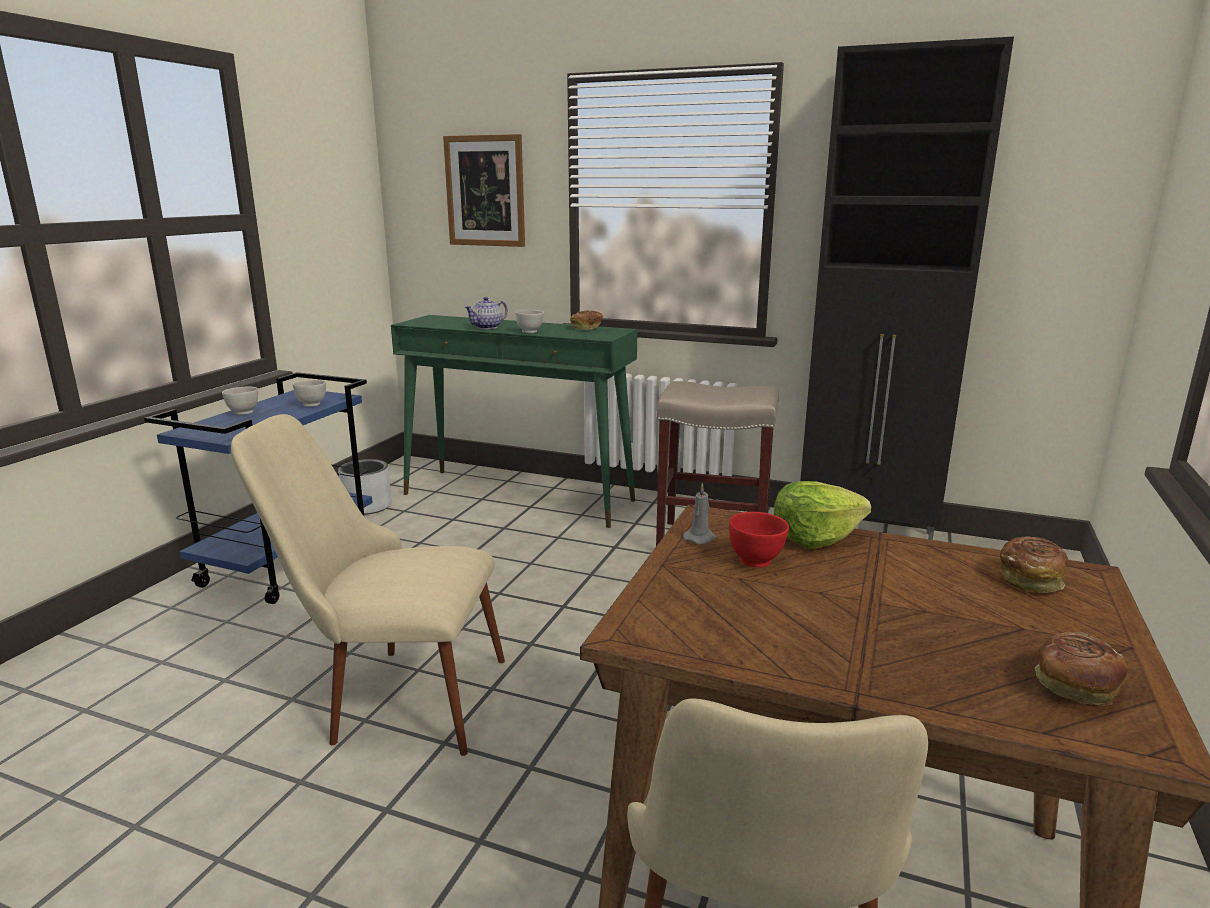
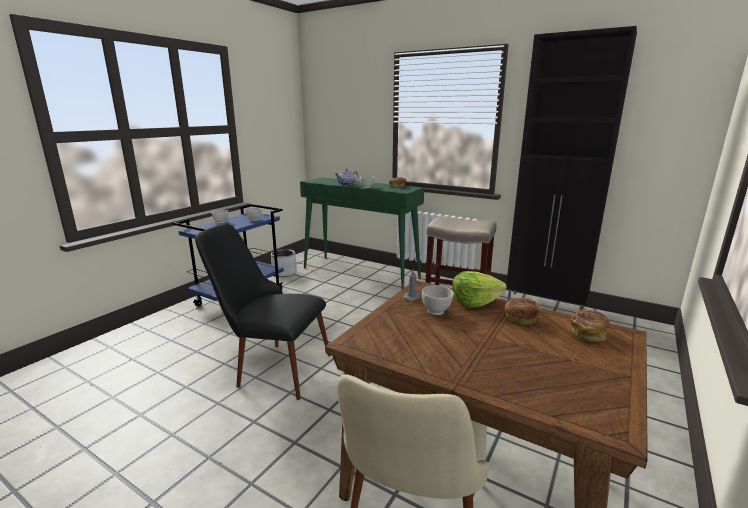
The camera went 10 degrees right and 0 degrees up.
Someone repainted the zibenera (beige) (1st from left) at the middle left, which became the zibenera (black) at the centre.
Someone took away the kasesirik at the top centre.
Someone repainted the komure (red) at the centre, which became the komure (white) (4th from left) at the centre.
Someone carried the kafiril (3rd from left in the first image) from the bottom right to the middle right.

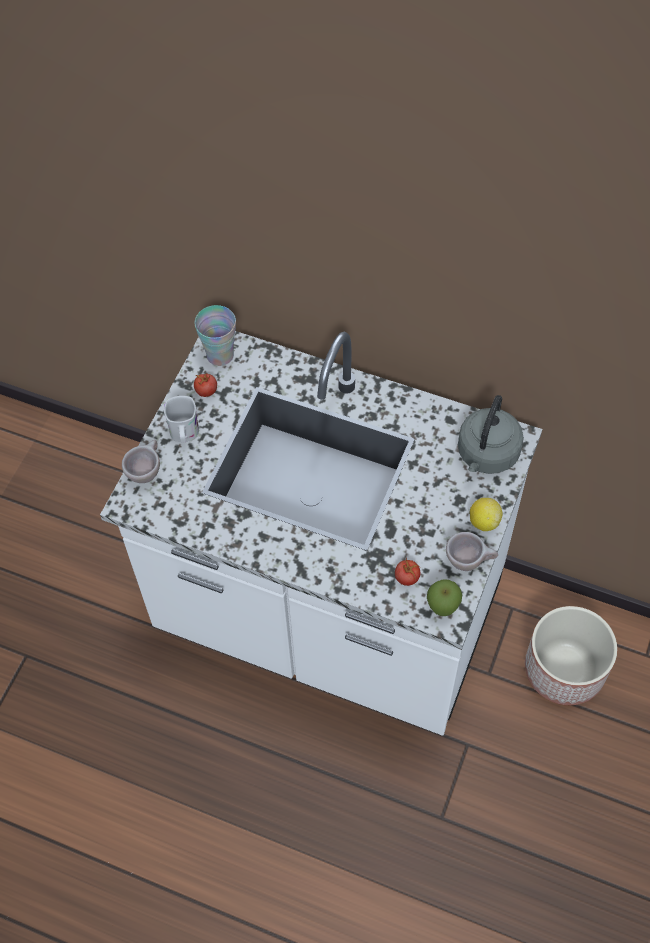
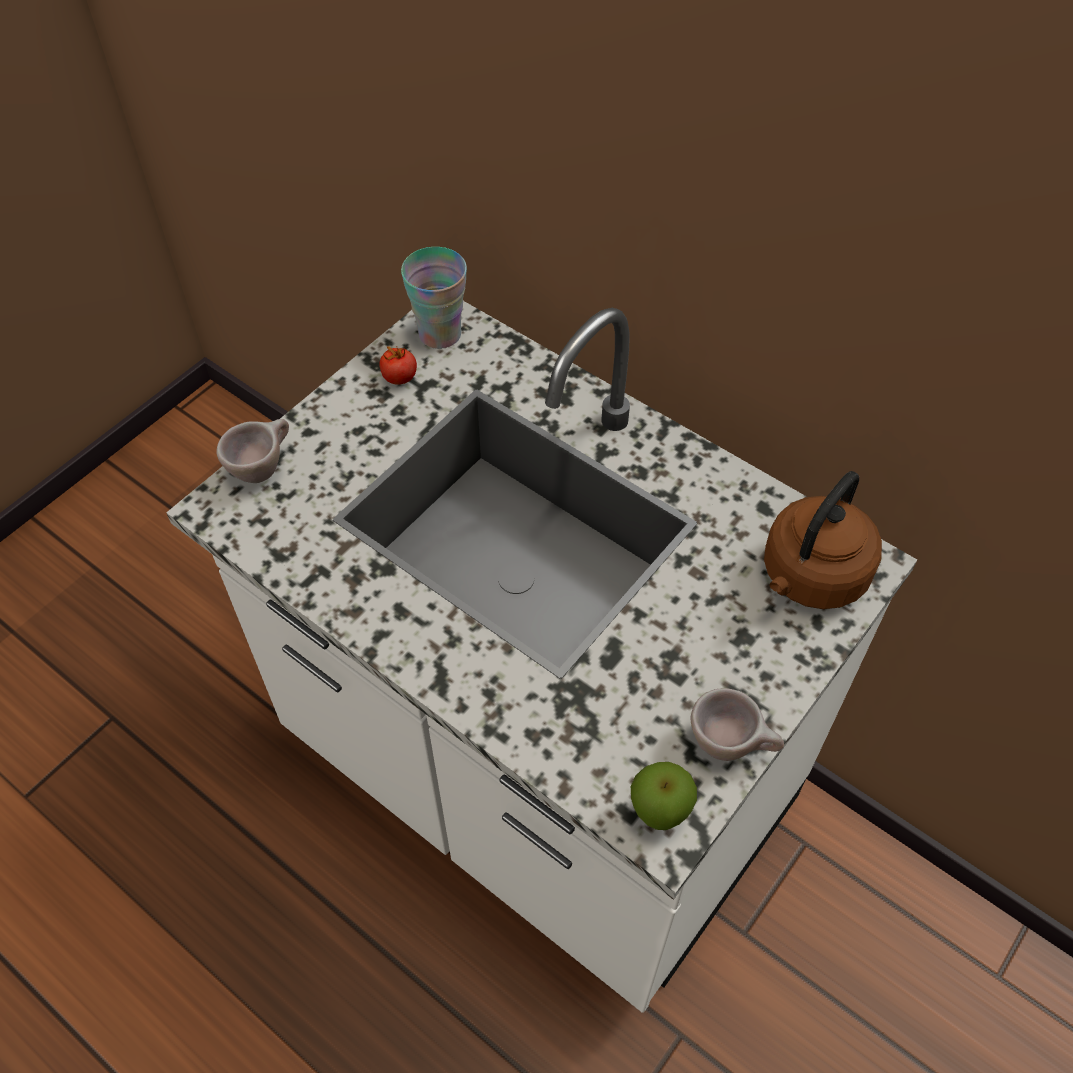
The camera went 15 degrees right and 5 degrees down.
Someone took away the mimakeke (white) at the middle left.
Someone took away the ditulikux (2nd from left) at the centre.
Someone repainted the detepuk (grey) at the middle right, which became the detepuk (brown) at the middle right.
Someone took away the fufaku at the middle right.
Someone took away the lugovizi at the bottom right.

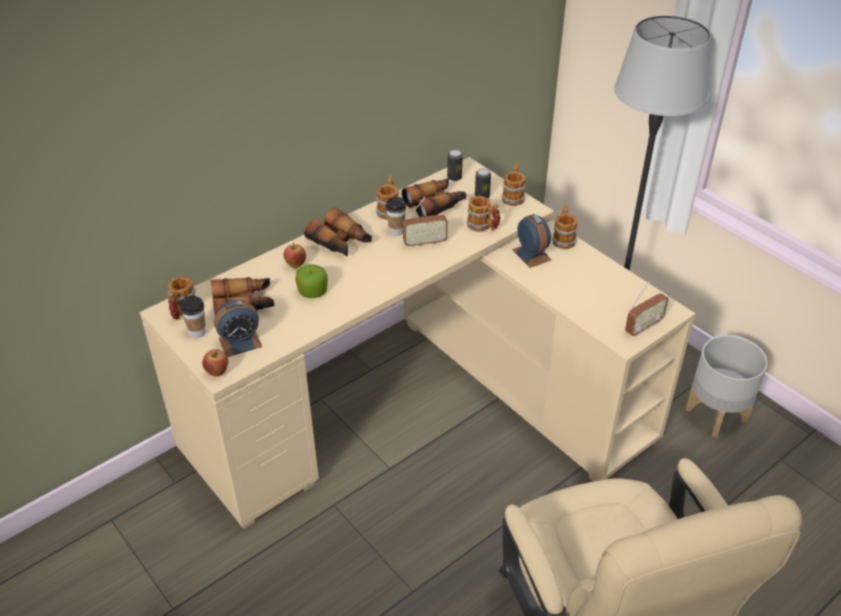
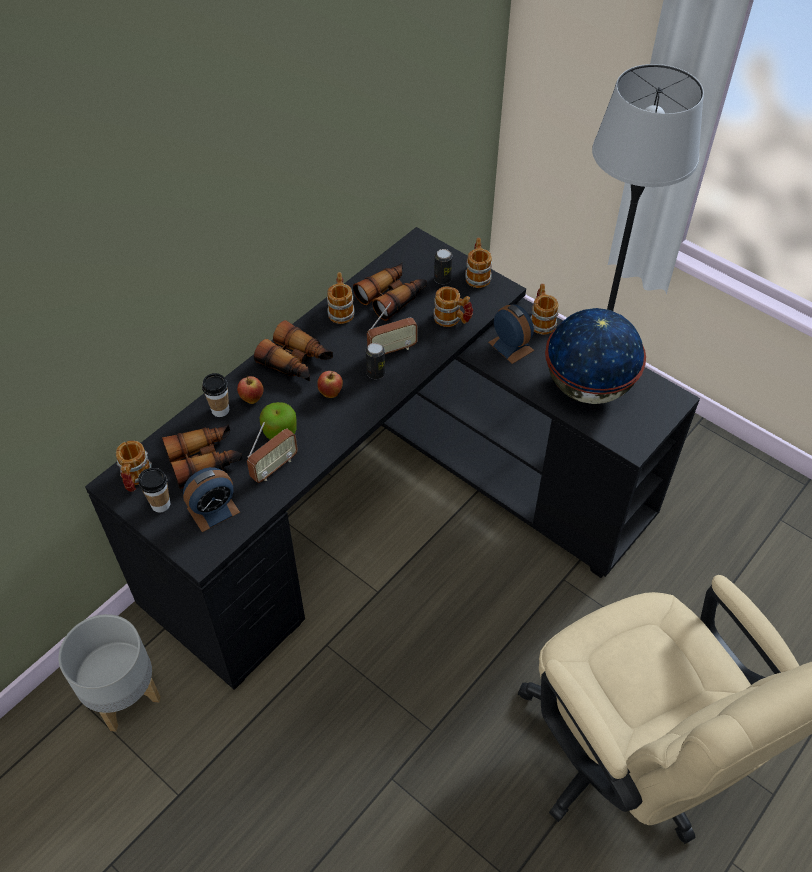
The camera went 10 degrees left and 10 degrees up.
Someone repainted the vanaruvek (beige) at the centre, which became the vanaruvek (black) at the centre.
Someone carried the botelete (1st from left in the first image) from the middle left to the centre.
Someone carried the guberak (2nd from left) from the centre to the middle left.
Someone carried the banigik (1st from left) from the top centre to the centre.
Someone carried the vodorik (2nd from left in the first image) from the middle right to the centre.
Someone carried the lugovizi (grey) from the middle right to the bottom left.
Someone put down the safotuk at the middle right.

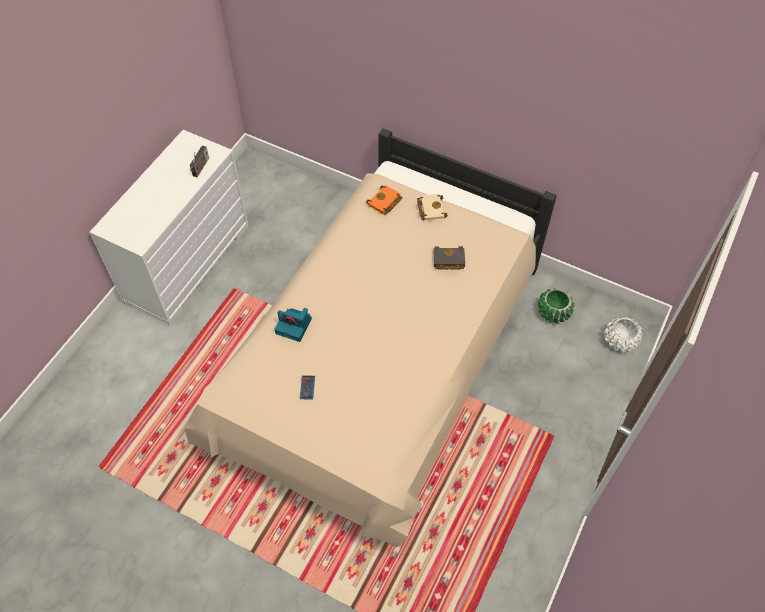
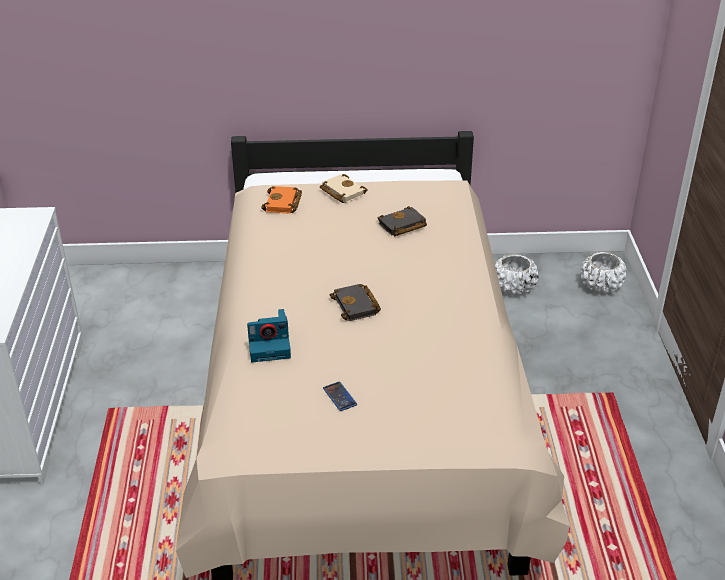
The camera went 30 degrees left and 20 degrees down.
Someone took away the vodorik at the top left.
Someone repainted the lugovizi (green) at the middle right, which became the lugovizi (white) (1st from left) at the middle right.
Someone put down the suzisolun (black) (1st from left) at the centre.

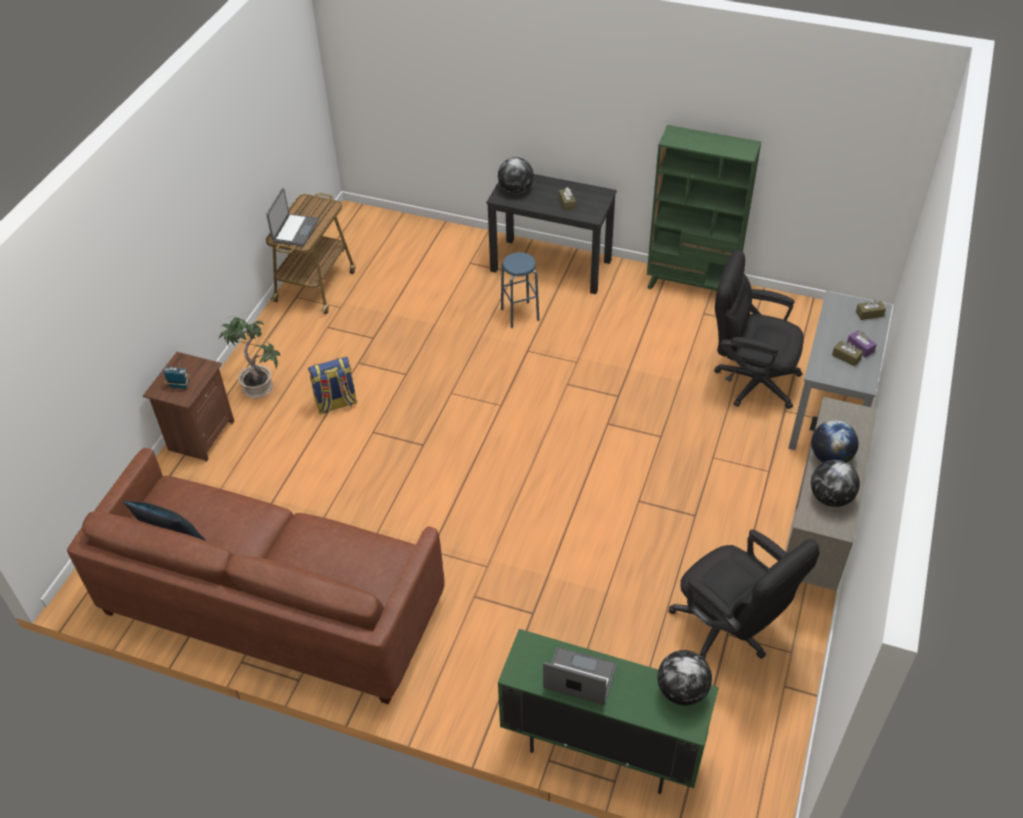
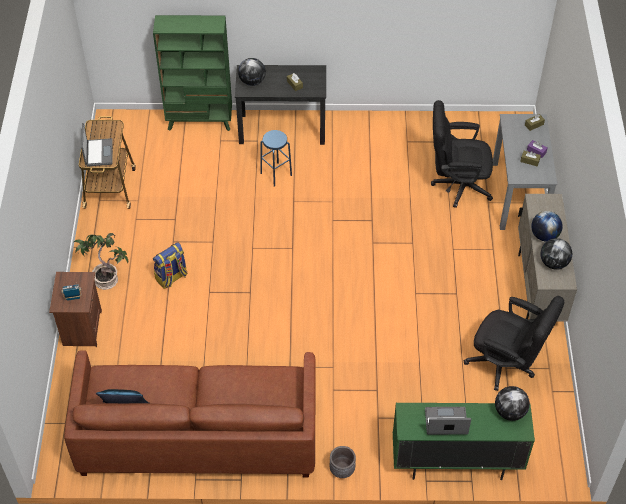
The camera went 20 degrees left and 5 degrees up.
Someone carried the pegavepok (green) from the top right to the top left.
Someone put down the lugovizi (grey) at the bottom centre.

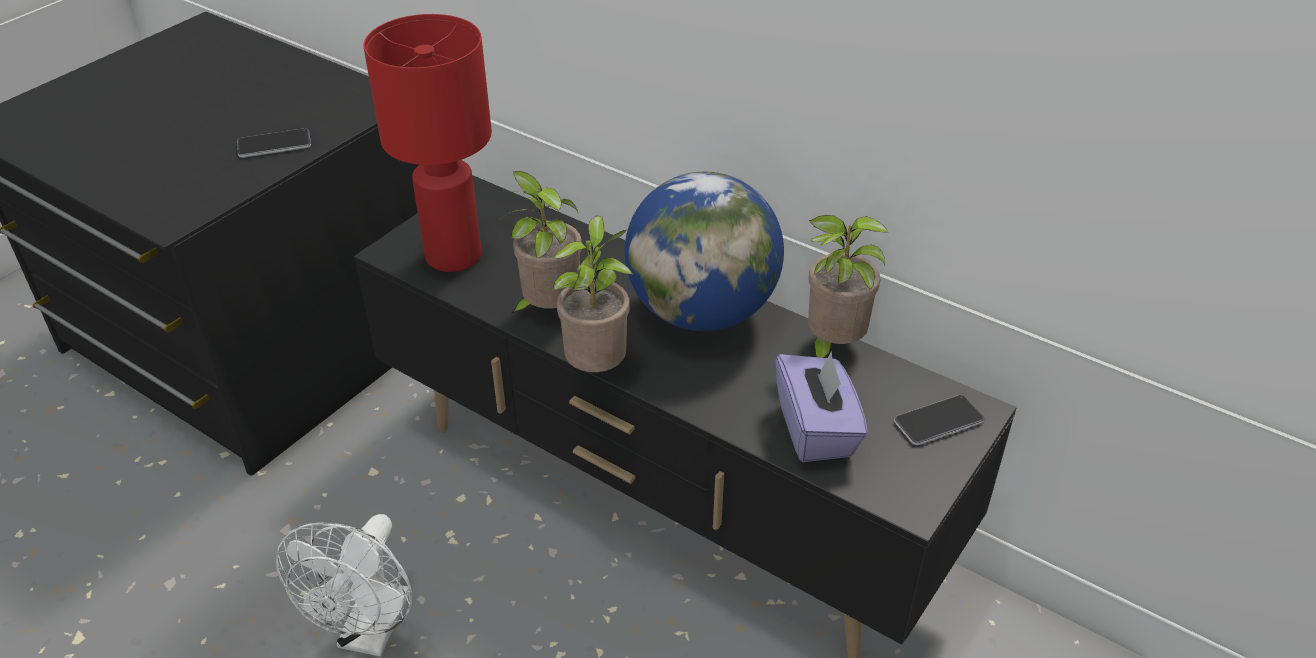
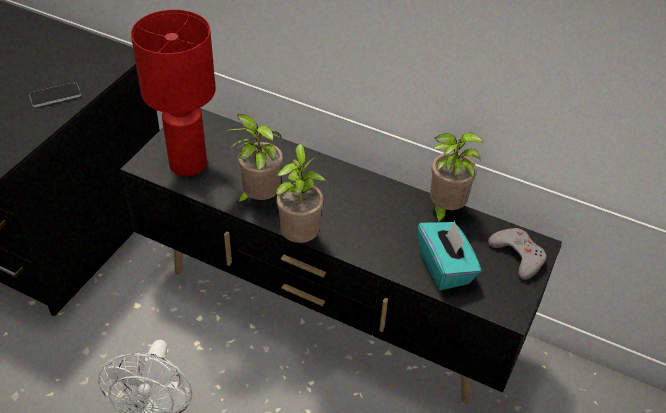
The camera went 10 degrees left and 5 degrees up.
Someone took away the safotuk at the centre.
Someone repainted the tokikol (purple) at the centre, which became the tokikol (turquoise) at the middle right.
Someone swapped the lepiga (2nd from left) at the middle right for the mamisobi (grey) at the middle right.

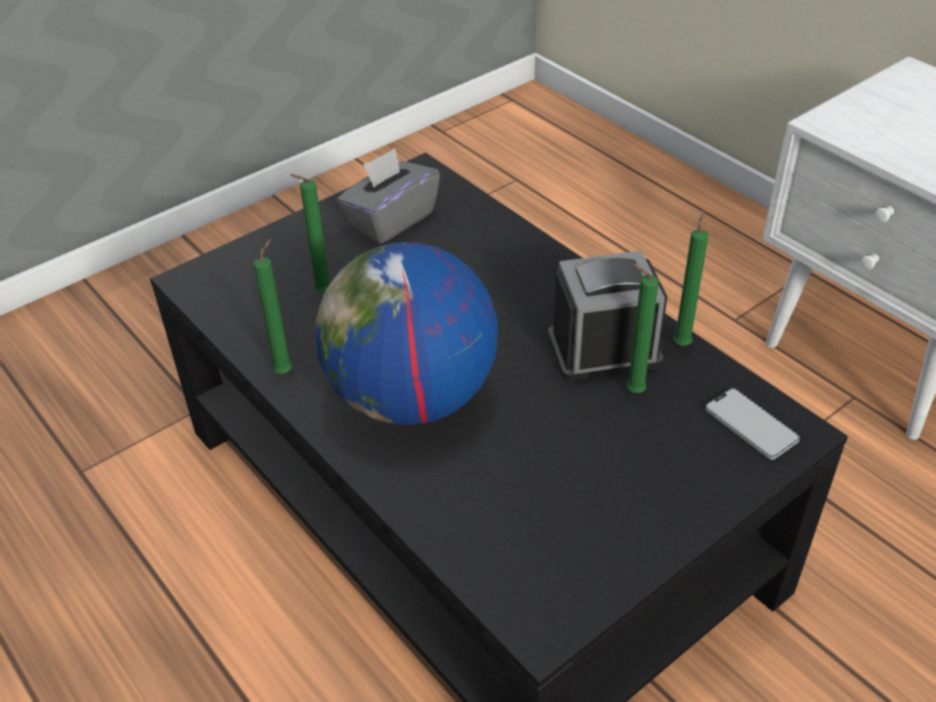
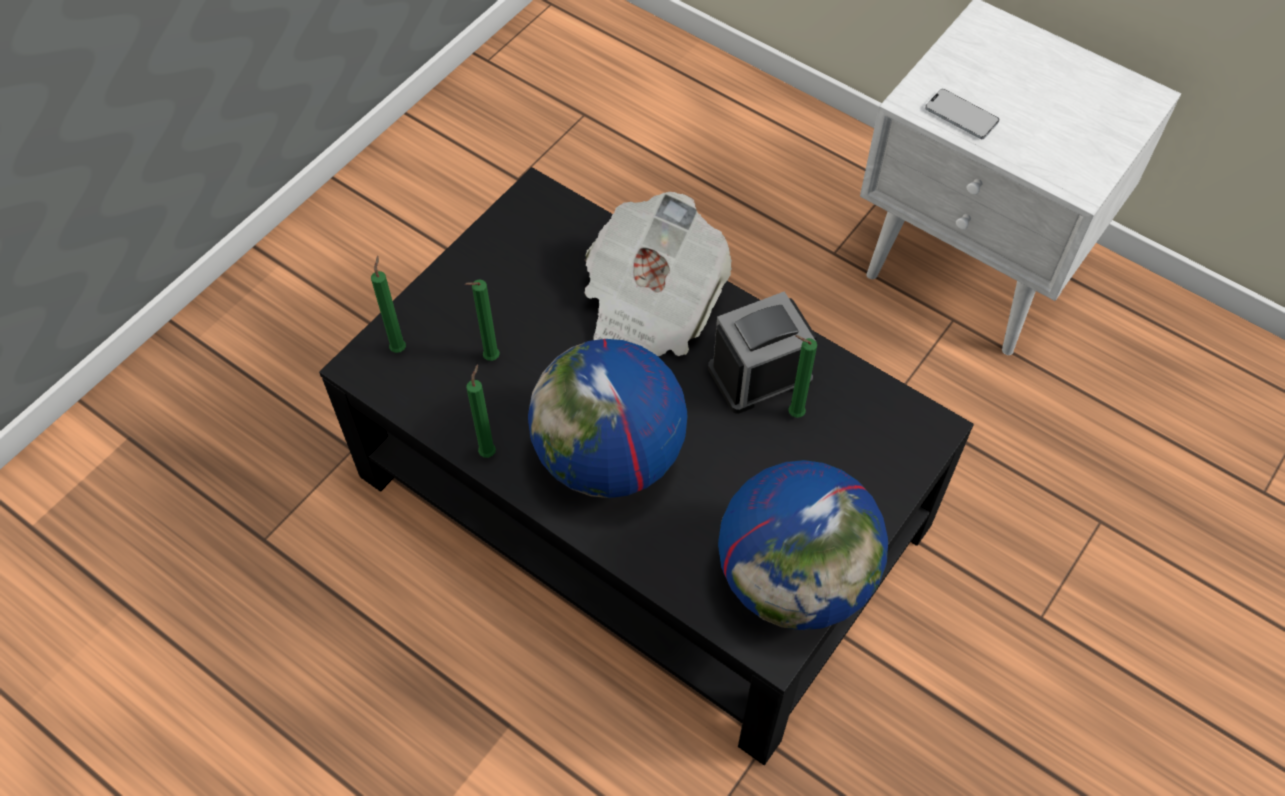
The camera went 15 degrees left and 15 degrees up.
Someone took away the tokikol (grey) at the top centre.
Someone carried the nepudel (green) (4th from left in the first image) from the middle right to the middle left.
Someone carried the lepiga from the middle right to the top right.
Someone put down the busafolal at the centre.
Someone put down the safotuk (2nd from left) at the bottom centre.

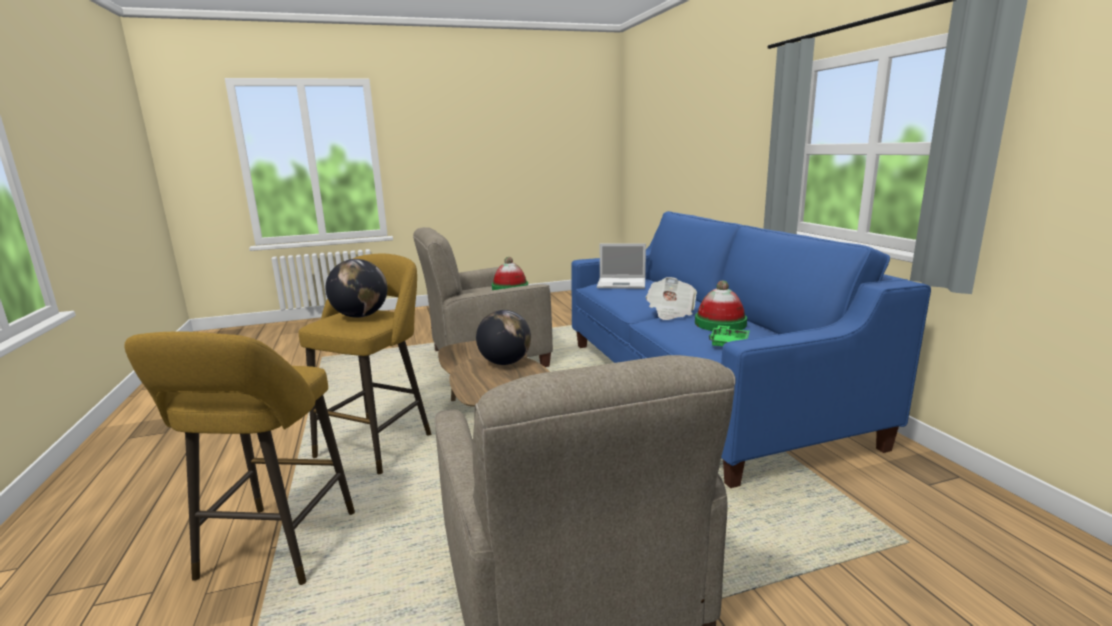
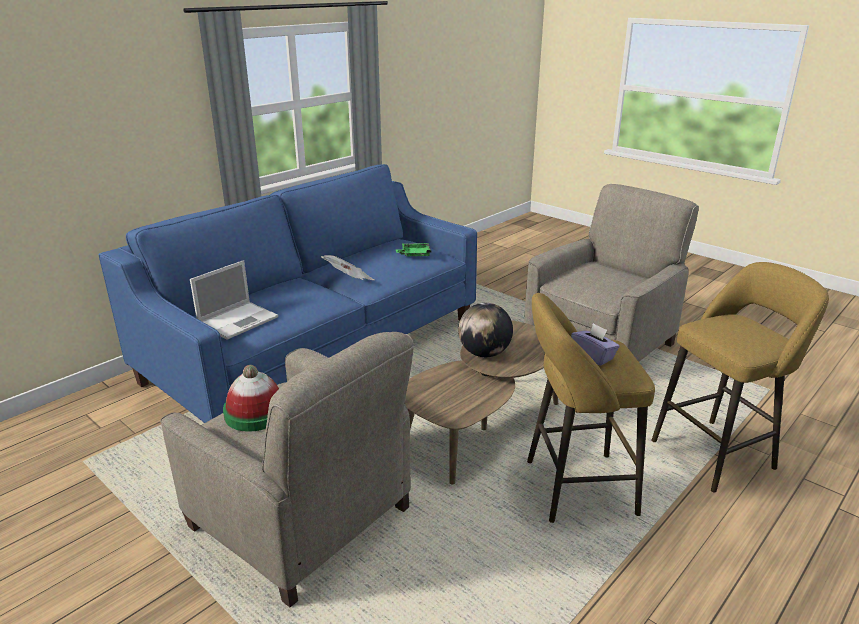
The camera went 120 degrees left and 10 degrees up.
Someone swapped the safotuk (1st from left) at the middle left for the tokikol (purple) at the middle right.
Someone rotated the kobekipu at the centre by 60 degrees clockwise.
Someone took away the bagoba (2nd from left) at the centre.

